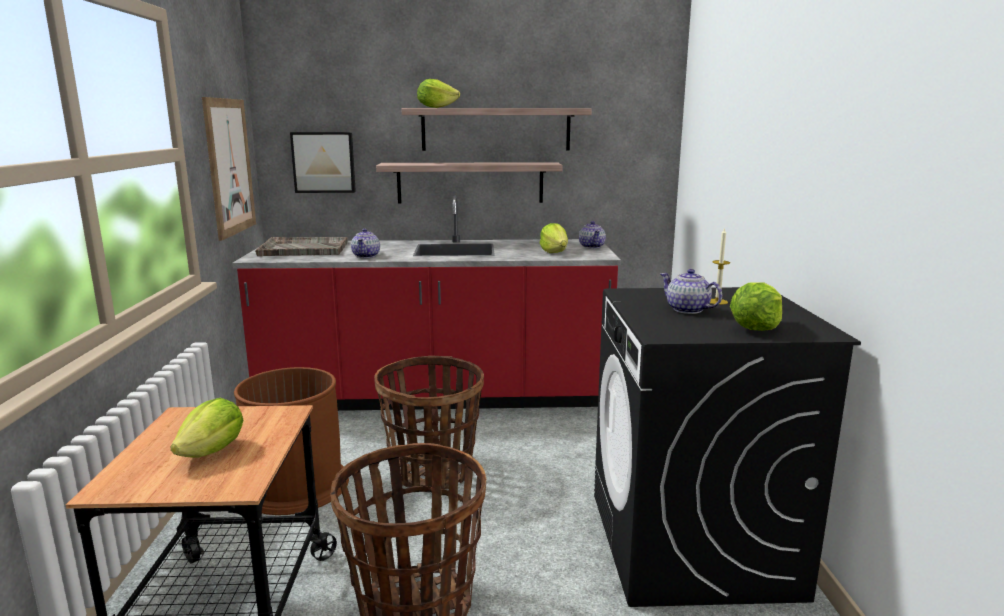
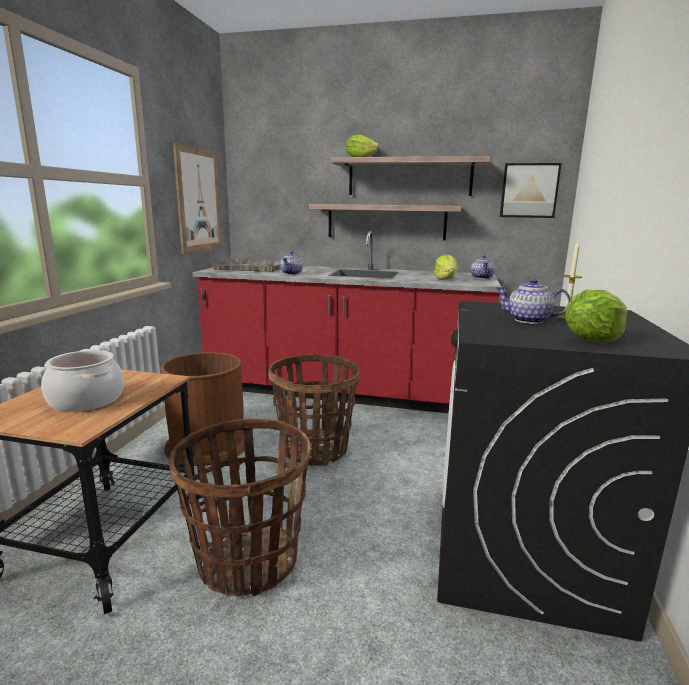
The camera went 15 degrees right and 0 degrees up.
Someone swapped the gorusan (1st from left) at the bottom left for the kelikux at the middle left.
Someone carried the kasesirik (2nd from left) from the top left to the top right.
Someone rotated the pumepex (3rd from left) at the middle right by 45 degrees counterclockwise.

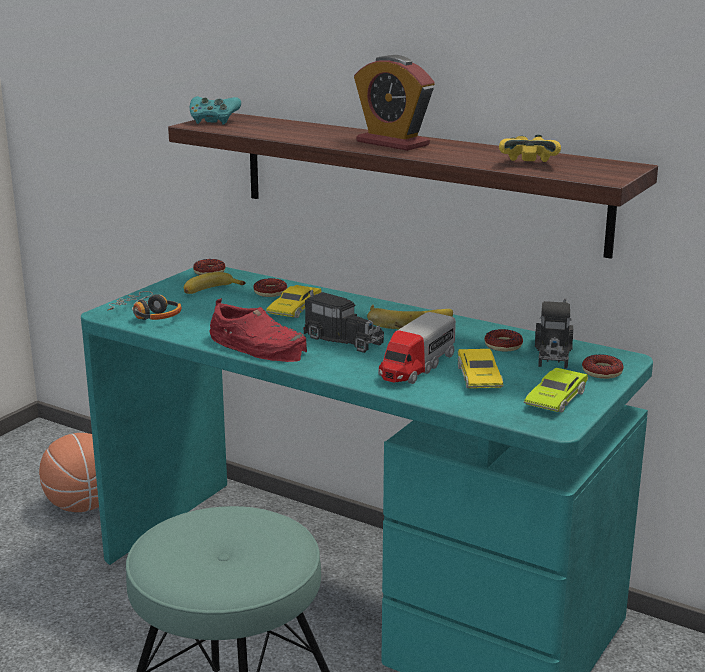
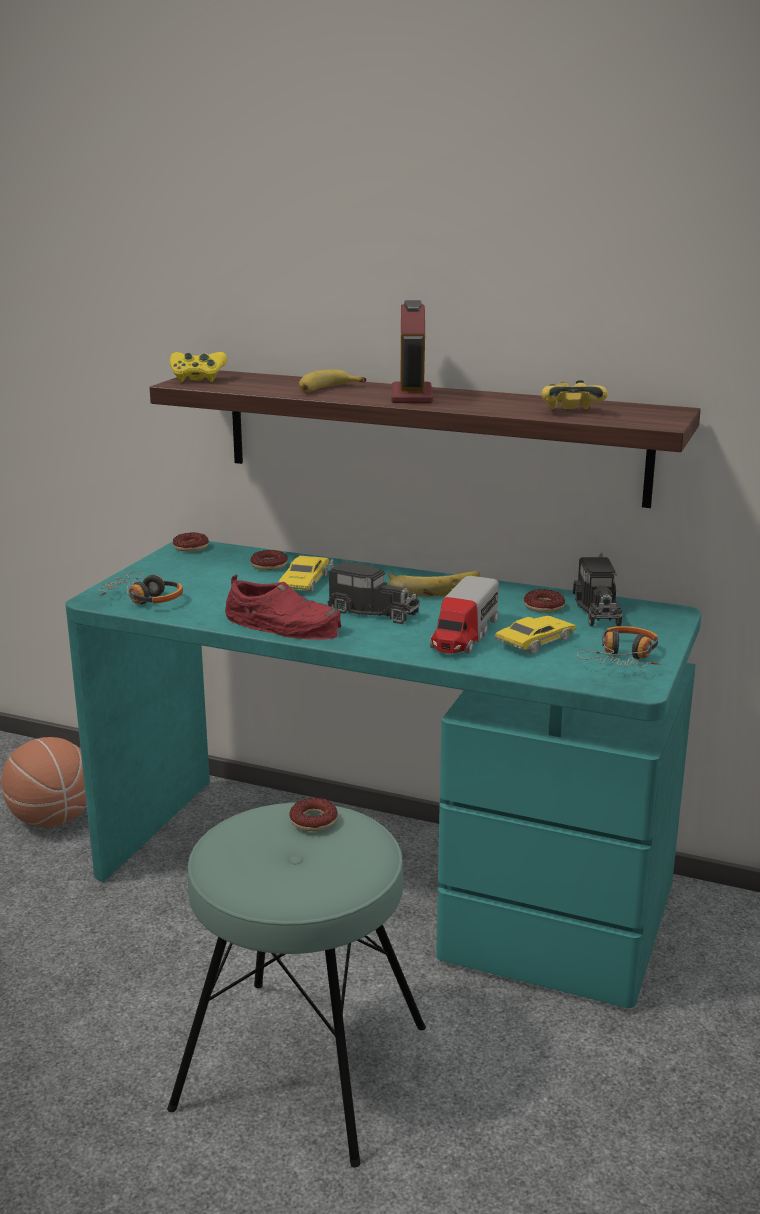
The camera went 10 degrees left and 0 degrees up.
Someone carried the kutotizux (1st from left) from the middle left to the top centre.
Someone repainted the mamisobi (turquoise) at the top left, which became the mamisobi (yellow) (1st from left) at the top left.
Someone rotated the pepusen at the top centre by 120 degrees counterclockwise.
Someone rotated the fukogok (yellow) (2nd from left) at the middle right by 120 degrees counterclockwise.
Someone swapped the fukogok (green) at the middle right for the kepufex (2nd from left) at the middle right.
Someone carried the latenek (4th from left in the first image) from the middle right to the bottom centre.

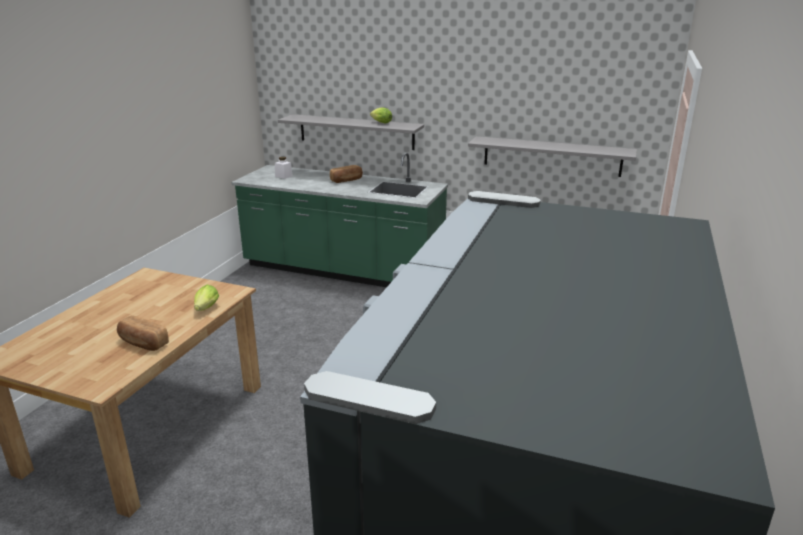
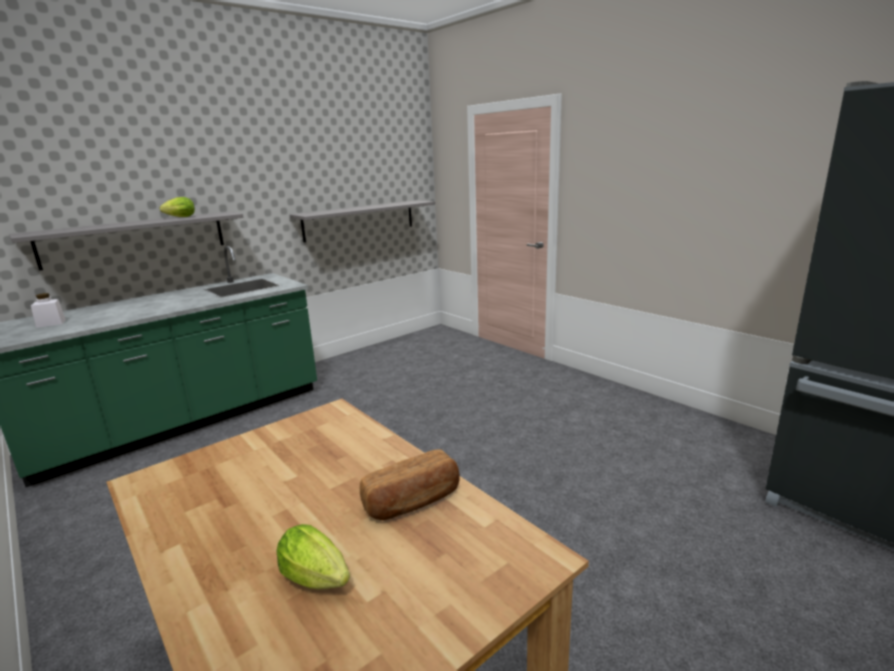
The camera went 60 degrees left and 5 degrees down.
Someone carried the gorusan (1st from left in the first image) from the middle left to the bottom centre.
Someone took away the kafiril (2nd from left) at the top centre.

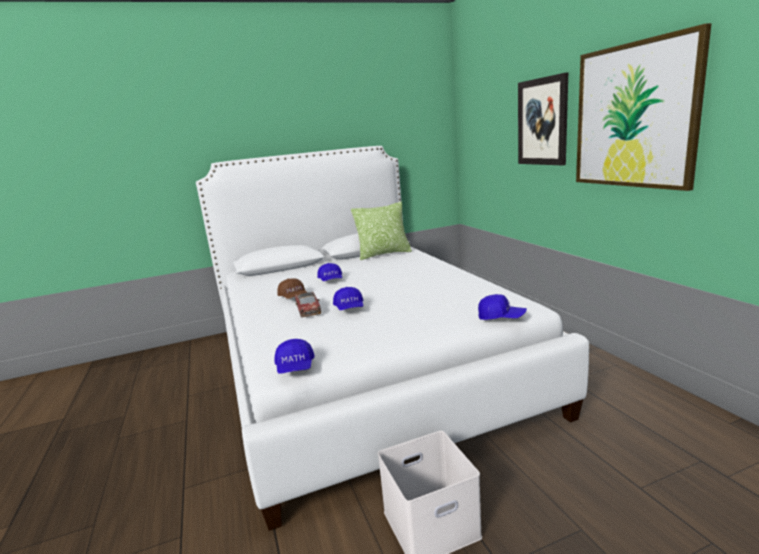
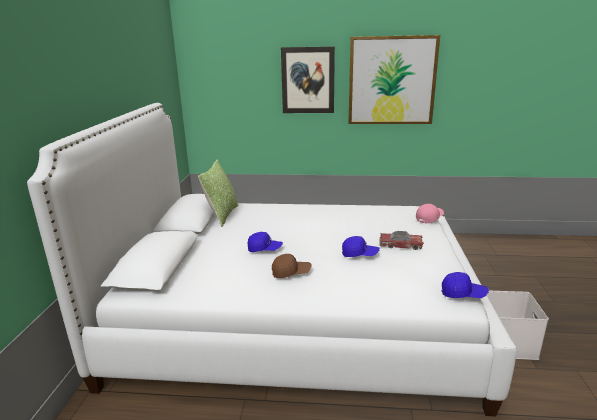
The camera went 65 degrees left and 5 degrees up.
Someone carried the fukogok from the centre to the middle right.
Someone repainted the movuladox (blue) (4th from left) at the centre, which became the movuladox (pink) at the middle right.

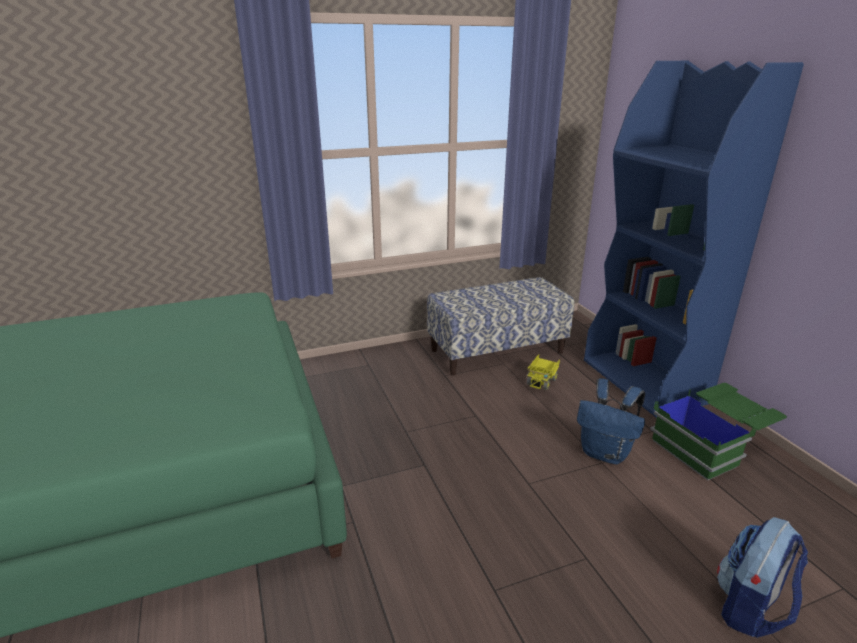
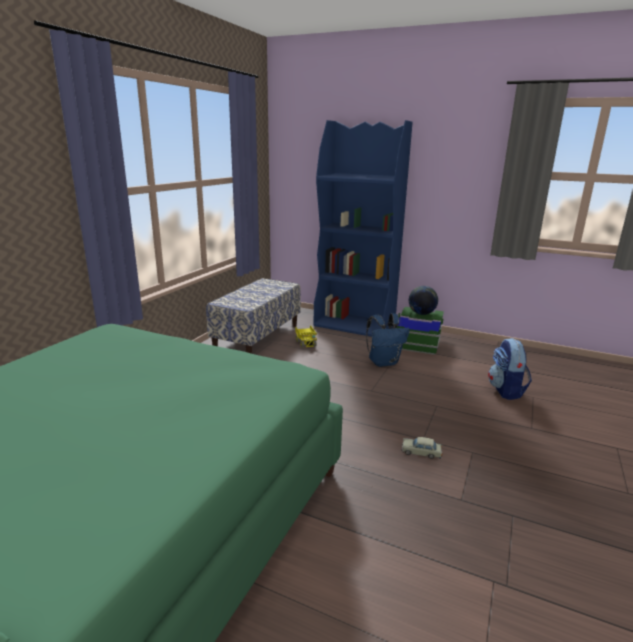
The camera went 45 degrees left and 5 degrees down.
Someone put down the fukogok (beige) at the bottom centre.
Someone put down the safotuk at the middle right.

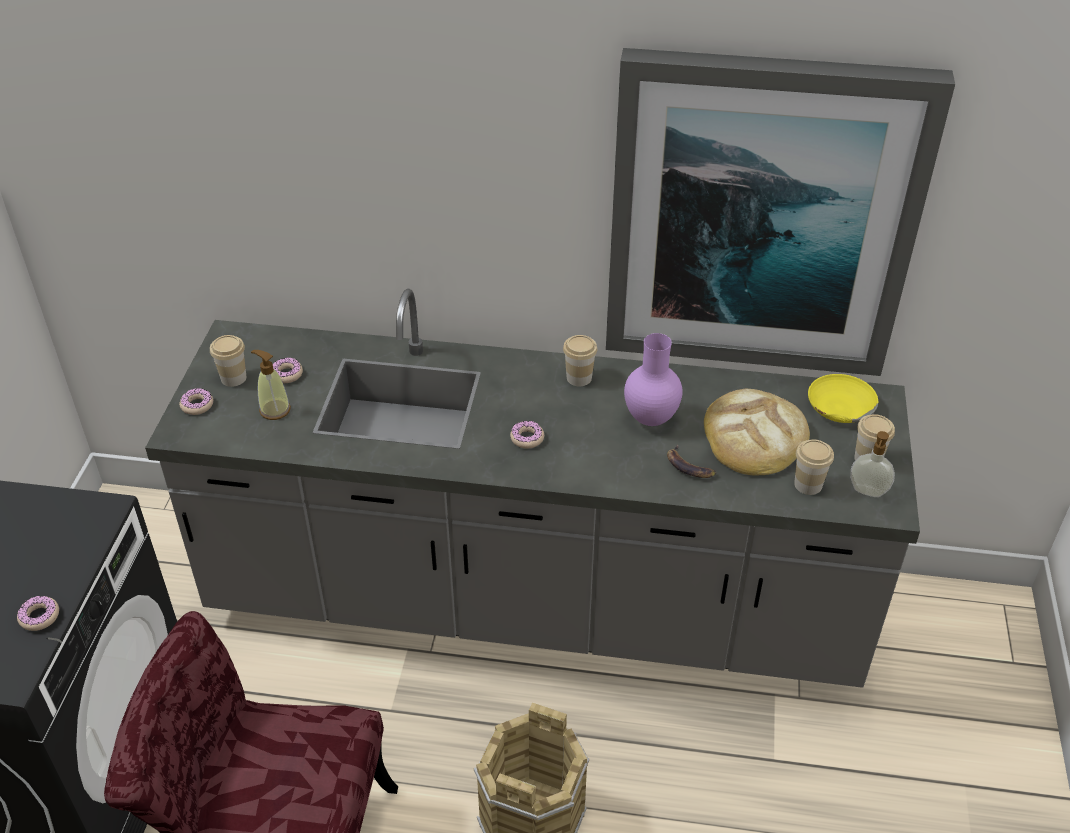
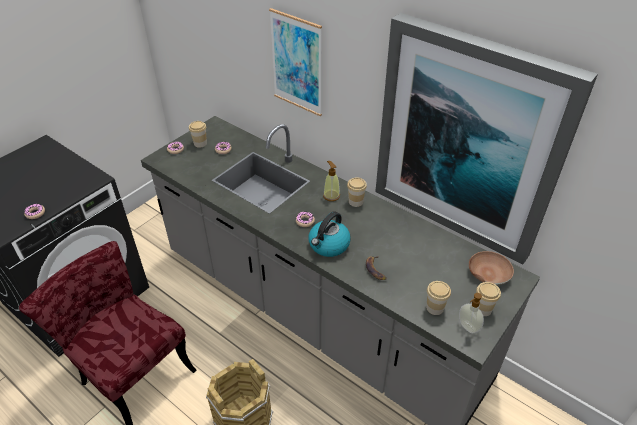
The camera went 30 degrees right and 0 degrees up.
Someone carried the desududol (1st from left) from the middle left to the centre.
Someone took away the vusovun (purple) at the centre.
Someone took away the kafiril at the middle right.
Someone repainted the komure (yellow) at the middle right, which became the komure (brown) at the middle right.
Someone put up the kasesirik (1st from left) at the top centre.
Someone put down the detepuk at the centre.

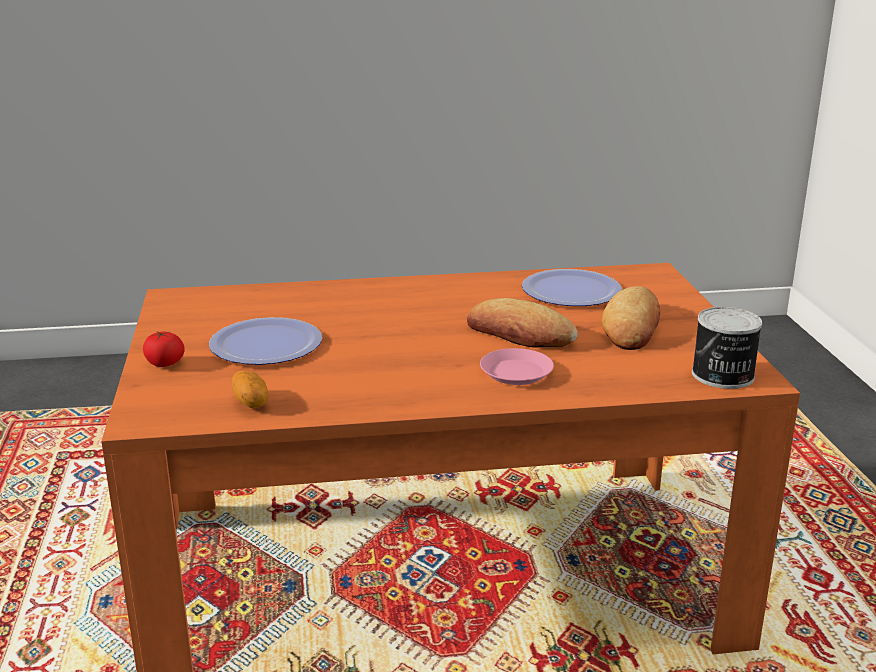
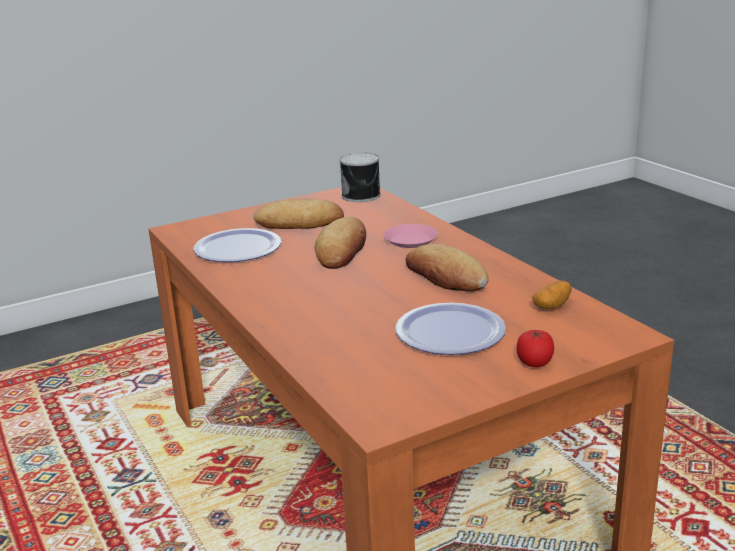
The camera went 110 degrees left and 0 degrees up.
Someone put down the kafiril (3rd from left) at the centre.

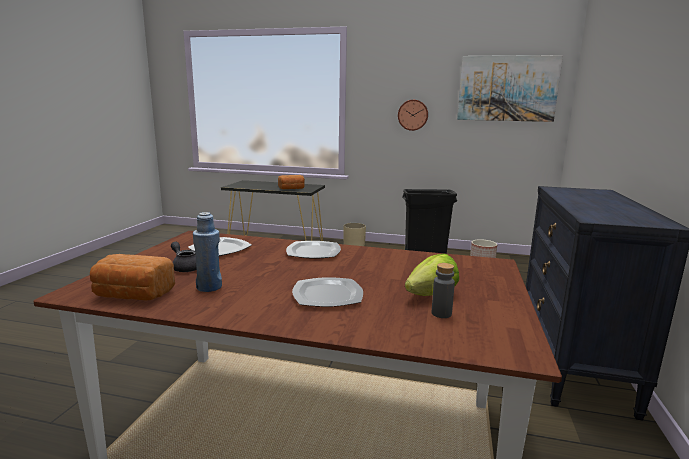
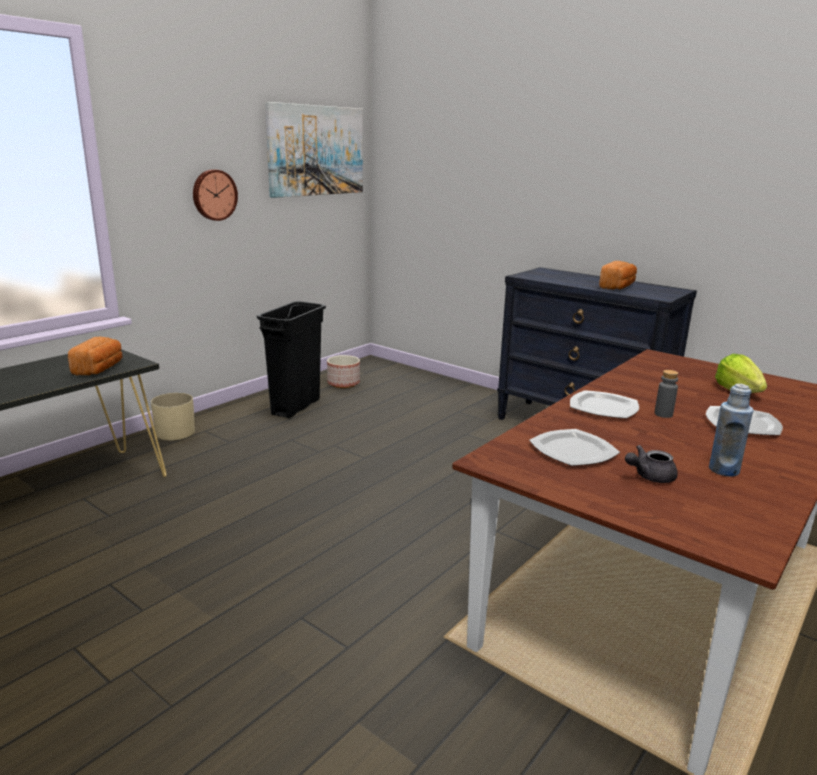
The camera went 65 degrees left and 5 degrees up.
Someone carried the kafiril (1st from left in the first image) from the middle left to the middle right.
Someone carried the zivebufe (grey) from the centre to the middle right.

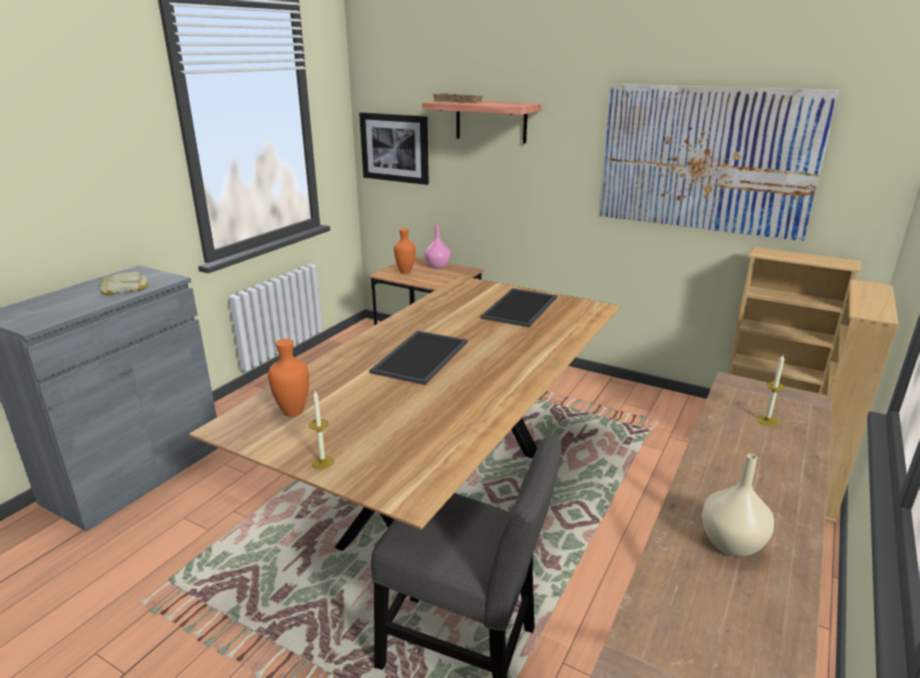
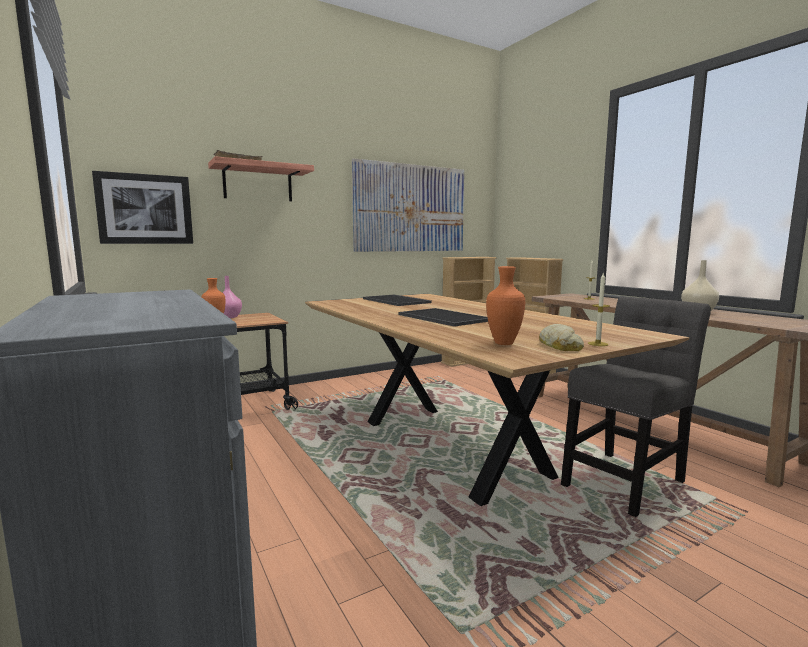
The camera went 60 degrees left and 15 degrees down.
Someone carried the kafiril from the middle left to the middle right.

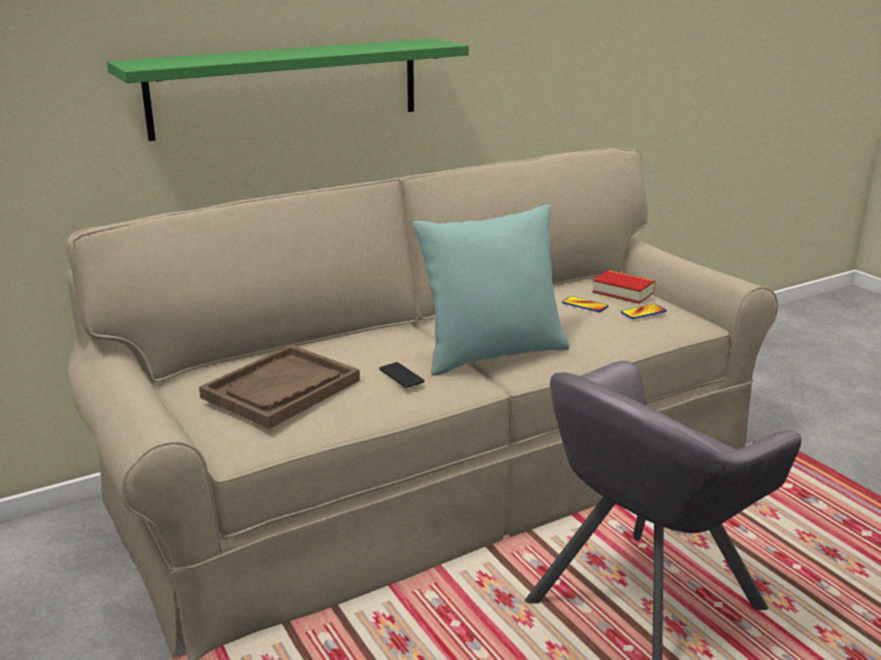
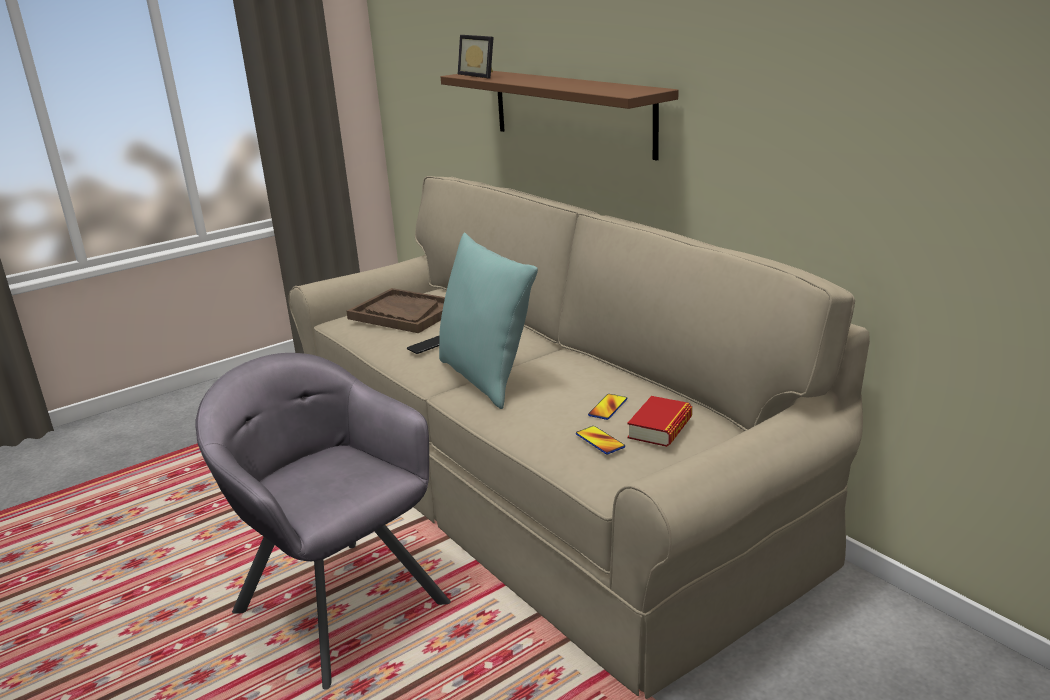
The camera went 85 degrees right and 0 degrees up.
Someone repainted the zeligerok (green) at the top left, which became the zeligerok (brown) at the top centre.
Someone put down the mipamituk at the top centre.

